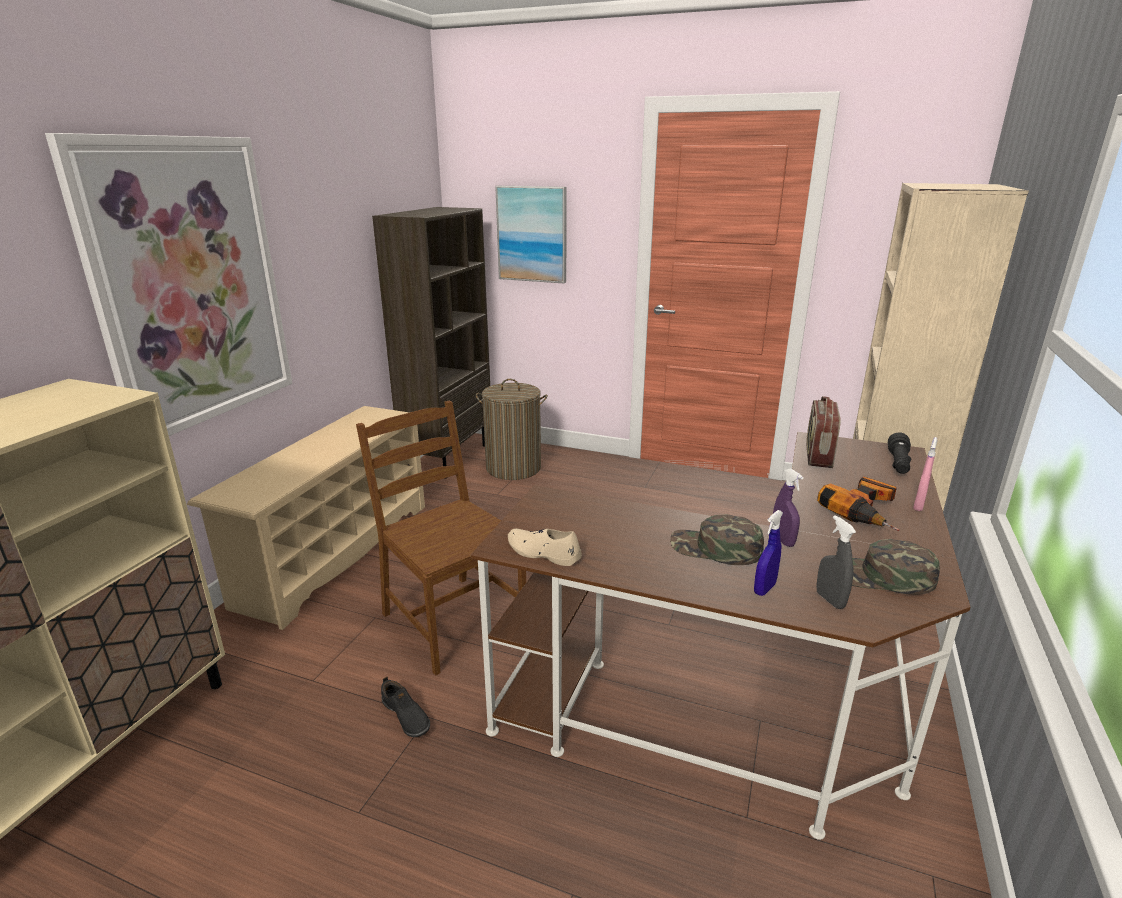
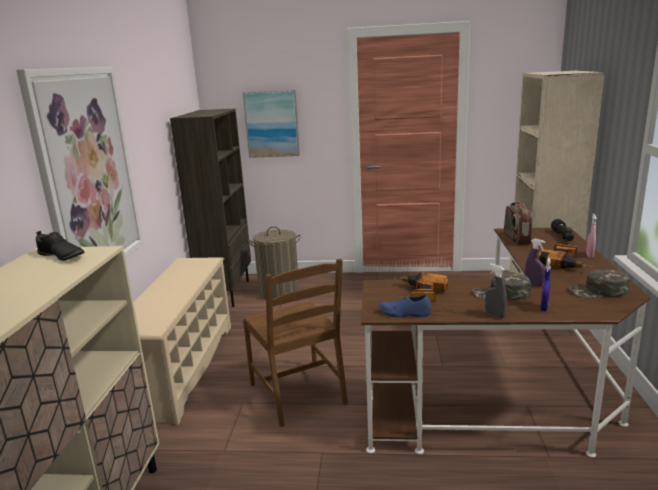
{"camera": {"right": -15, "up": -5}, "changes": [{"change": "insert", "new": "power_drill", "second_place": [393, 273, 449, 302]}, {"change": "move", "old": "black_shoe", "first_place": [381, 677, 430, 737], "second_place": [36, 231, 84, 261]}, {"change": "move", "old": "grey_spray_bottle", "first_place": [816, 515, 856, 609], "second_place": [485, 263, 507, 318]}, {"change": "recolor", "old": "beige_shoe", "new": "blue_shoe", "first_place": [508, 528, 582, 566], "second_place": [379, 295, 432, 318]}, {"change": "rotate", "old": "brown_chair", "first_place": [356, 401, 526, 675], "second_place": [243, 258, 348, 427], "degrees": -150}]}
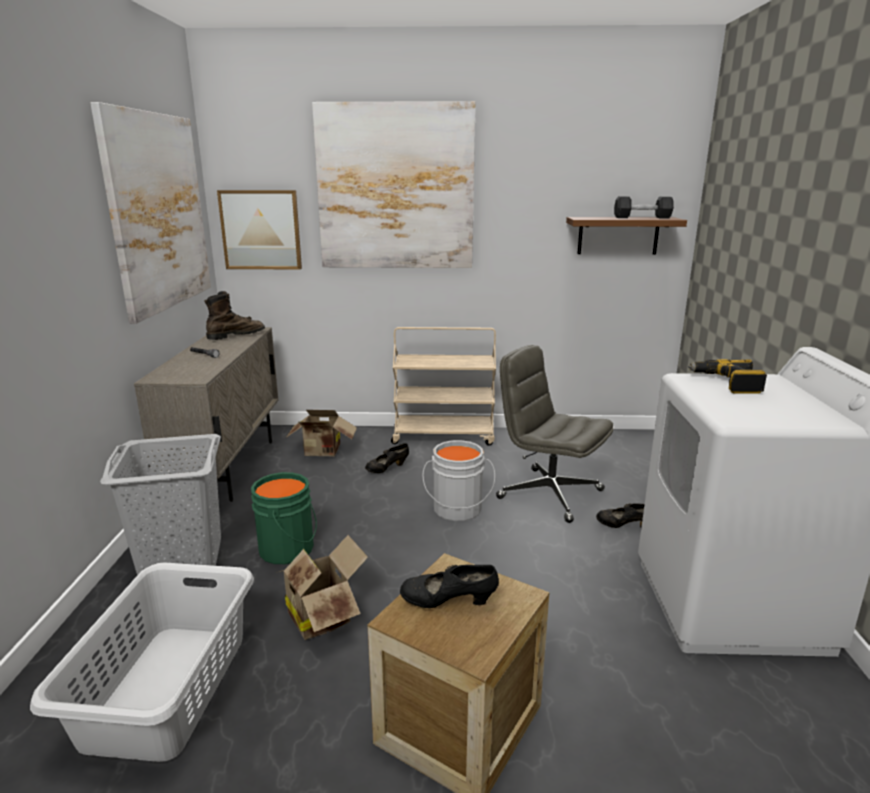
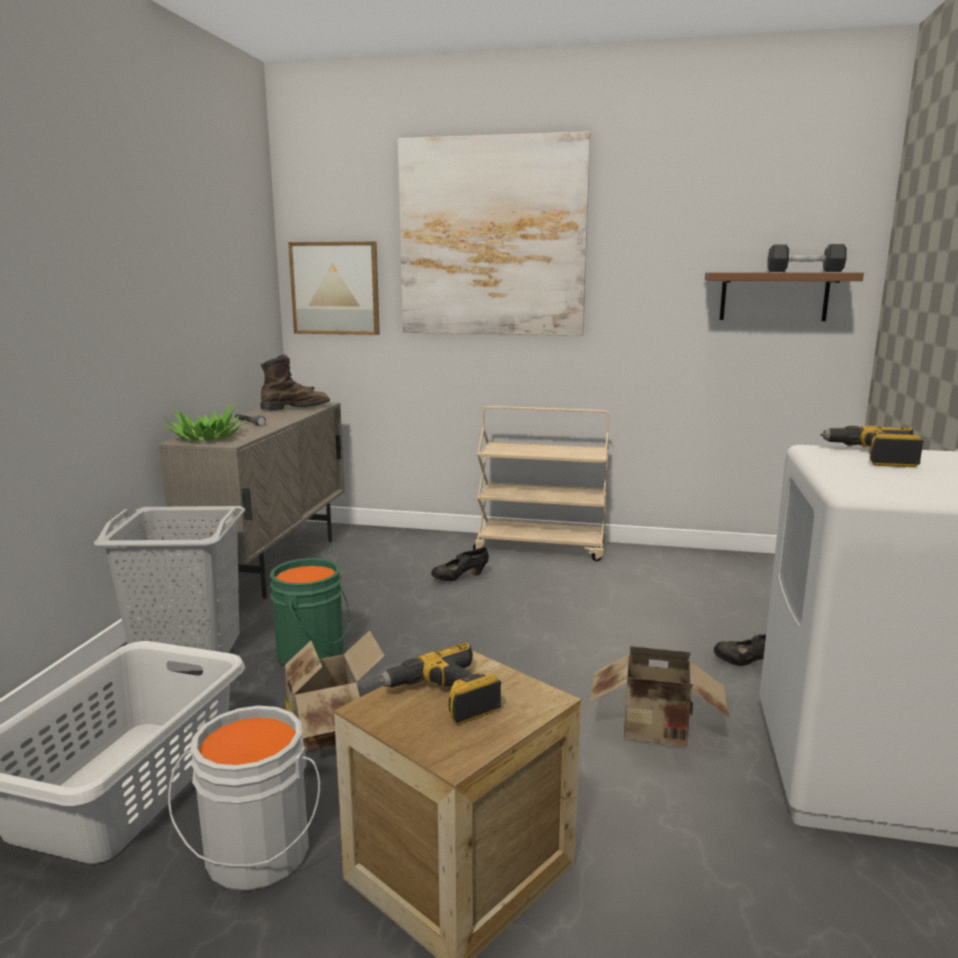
{"camera": {"right": 10, "up": -5}, "changes": [{"change": "delete", "old": "picture", "first_place": [90, 102, 211, 324]}, {"change": "delete", "old": "grey_office_chair", "first_place": [496, 345, 613, 523]}, {"change": "insert", "new": "potted_plant", "second_place": [164, 403, 246, 441]}, {"change": "move", "old": "cardboard_box", "first_place": [287, 410, 357, 456], "second_place": [590, 646, 729, 748]}, {"change": "move", "old": "grey_bucket", "first_place": [423, 440, 495, 521], "second_place": [168, 706, 320, 891]}, {"change": "replace", "old": "black_shoe", "new": "power_drill", "first_place": [400, 565, 499, 608], "second_place": [378, 642, 501, 724]}]}
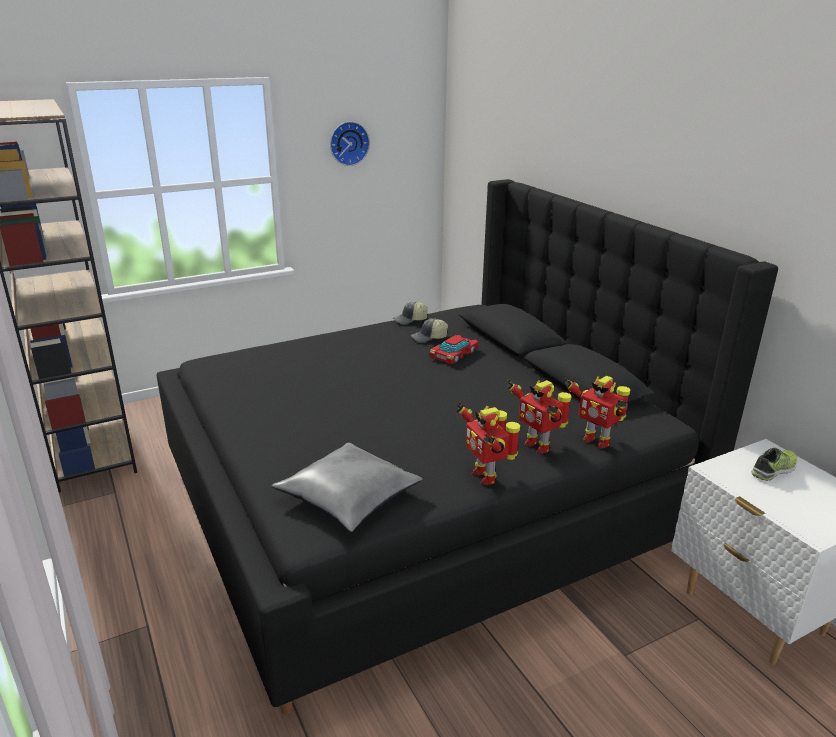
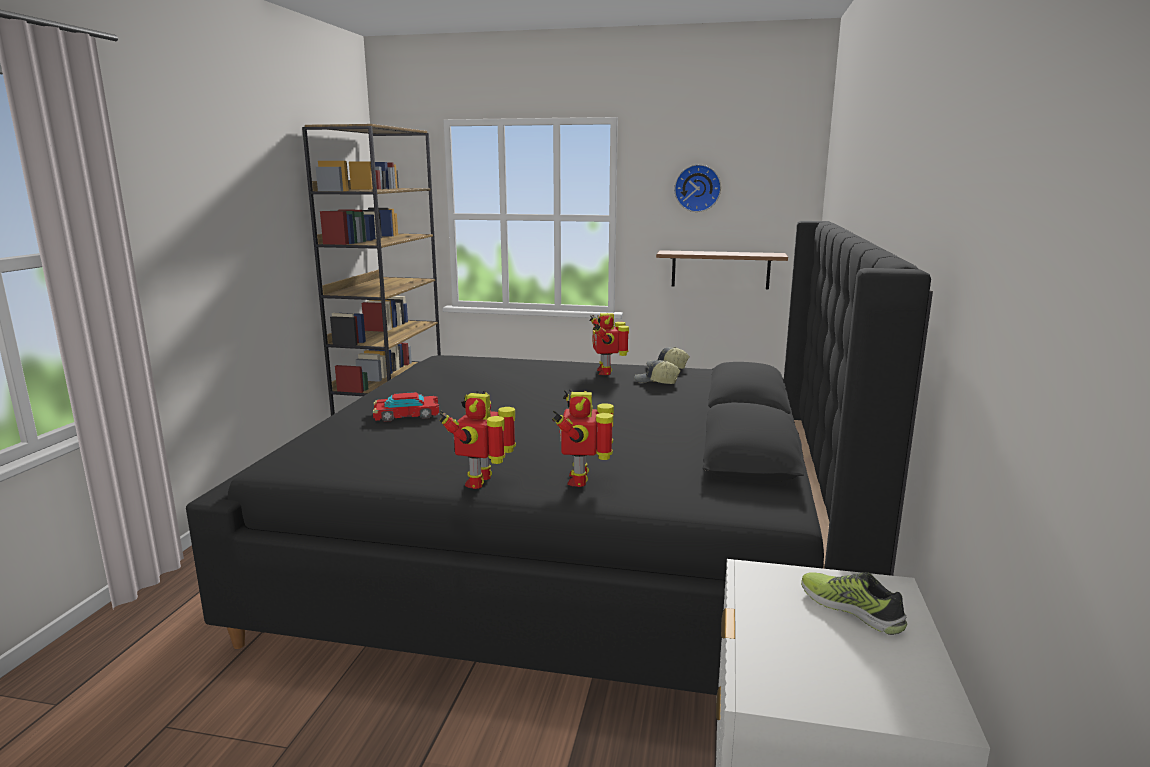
{"camera": {"right": 40, "up": -10}, "changes": [{"change": "delete", "old": "grey_pillow", "first_place": [272, 443, 423, 532]}, {"change": "insert", "new": "brown_shelf", "second_place": [656, 250, 788, 289]}, {"change": "move", "old": "toy_car", "first_place": [429, 335, 479, 364], "second_place": [373, 392, 440, 422]}, {"change": "move", "old": "toy_robot", "first_place": [565, 376, 630, 449], "second_place": [589, 313, 629, 375]}, {"change": "rotate", "old": "shoe", "first_place": [752, 448, 797, 481], "second_place": [801, 572, 907, 635], "degrees": -135}]}
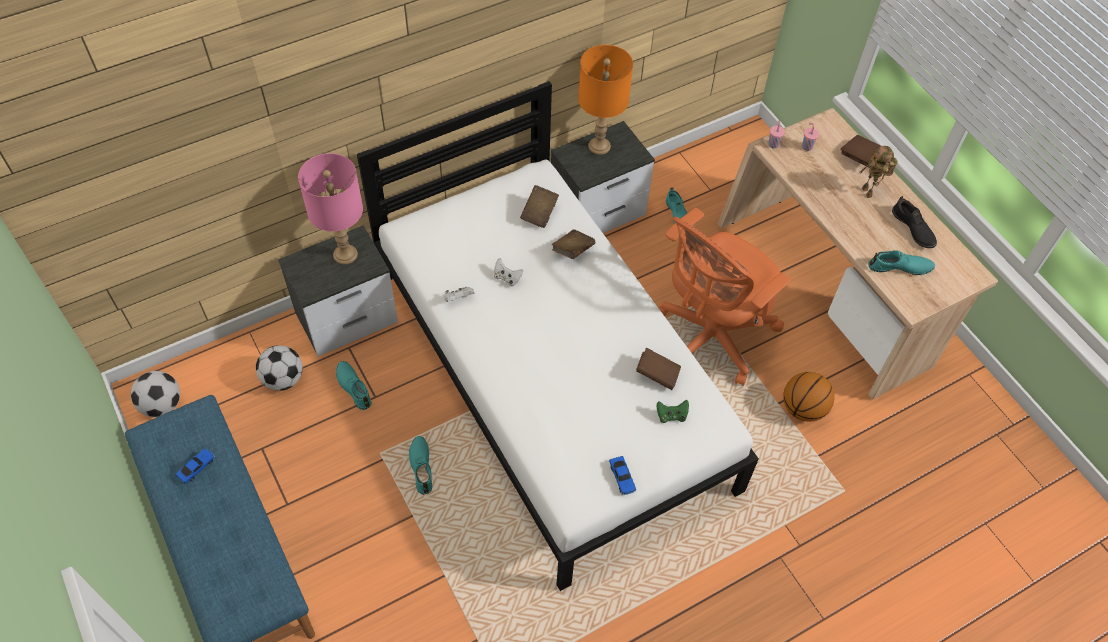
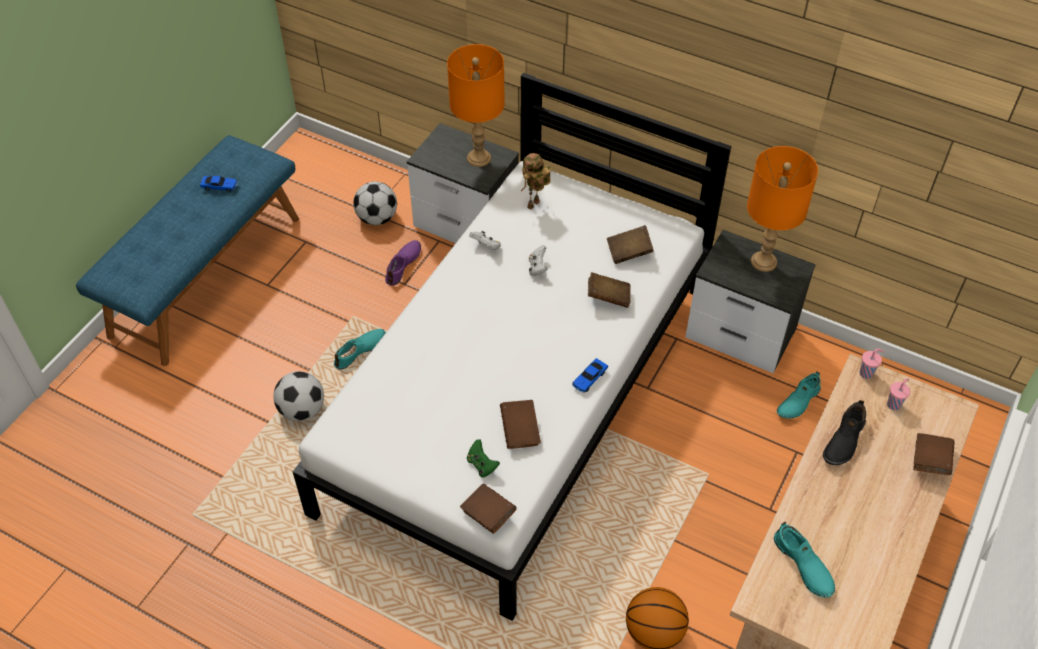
{"camera": {"right": 60, "up": -5}, "changes": [{"change": "delete", "old": "orange_office_chair", "first_place": [658, 208, 791, 386]}, {"change": "insert", "new": "brown_book", "second_place": [460, 484, 517, 534]}, {"change": "move", "old": "football", "first_place": [131, 371, 180, 417], "second_place": [273, 371, 324, 421]}, {"change": "move", "old": "toy_car", "first_place": [609, 456, 636, 495], "second_place": [572, 358, 608, 393]}, {"change": "move", "old": "toy_robot", "first_place": [859, 146, 898, 198], "second_place": [521, 153, 551, 210]}, {"change": "move", "old": "black_shoe", "first_place": [892, 196, 937, 248], "second_place": [823, 400, 866, 465]}, {"change": "recolor", "old": "pink_table_lamp", "new": "orange_table_lamp", "first_place": [298, 153, 363, 264], "second_place": [447, 44, 505, 167]}, {"change": "recolor", "old": "turquoise_shoe", "new": "purple_shoe", "first_place": [336, 361, 371, 410], "second_place": [385, 240, 421, 286]}]}
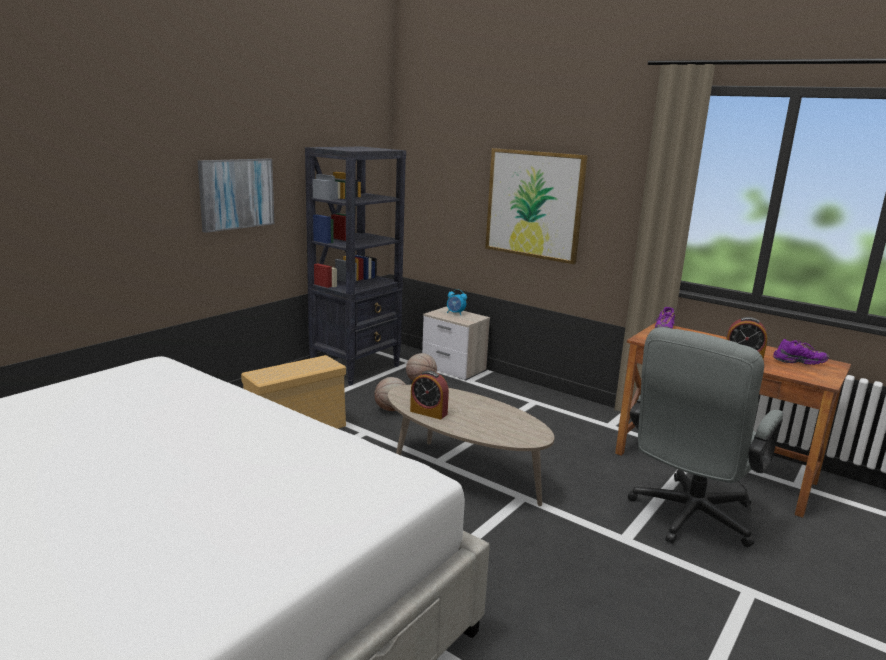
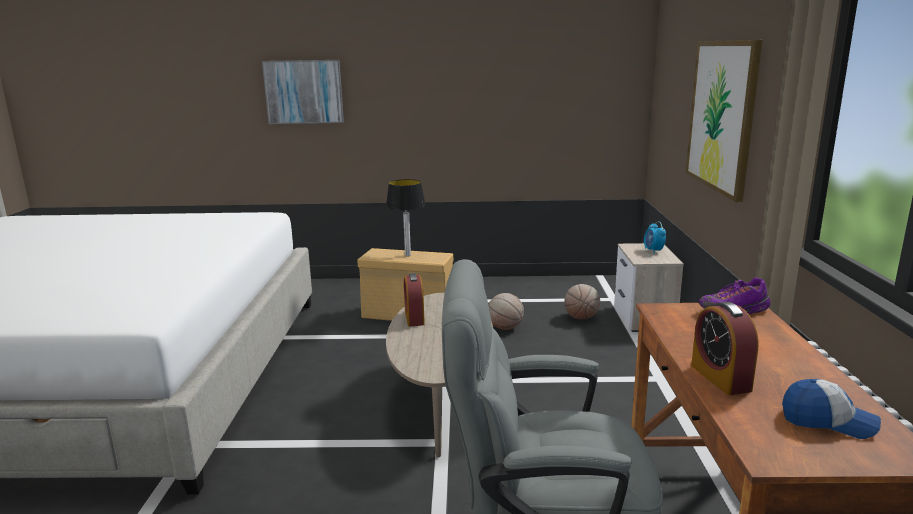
{"camera": {"right": 55, "up": 0}, "changes": [{"change": "delete", "old": "black_bookcase", "first_place": [305, 147, 406, 386]}, {"change": "insert", "new": "table_lamp", "second_place": [386, 179, 426, 257]}, {"change": "move", "old": "picture", "first_place": [198, 159, 274, 233], "second_place": [262, 60, 344, 124]}, {"change": "replace", "old": "purple_shoe", "new": "cap", "first_place": [773, 339, 829, 365], "second_place": [782, 379, 881, 439]}]}
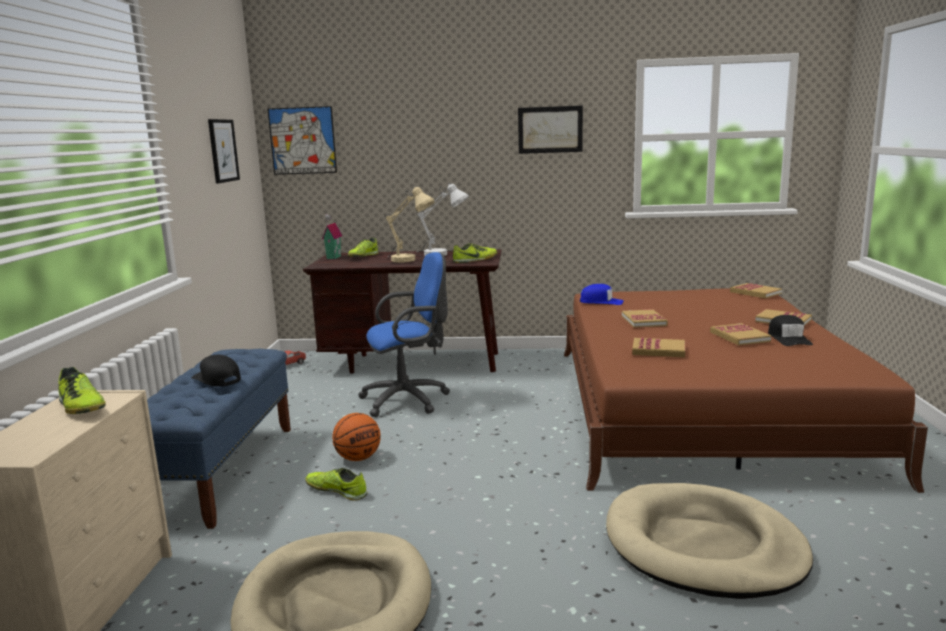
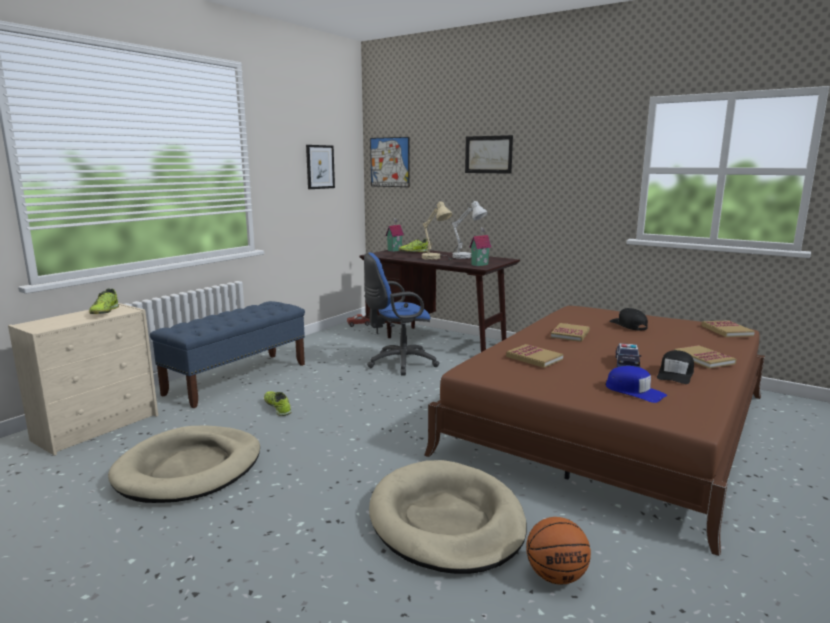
{"camera": {"right": 30, "up": 0}, "changes": [{"change": "move", "old": "black_cap", "first_place": [191, 355, 241, 387], "second_place": [609, 308, 648, 330]}, {"change": "move", "old": "basketball", "first_place": [332, 413, 381, 461], "second_place": [526, 517, 591, 585]}, {"change": "move", "old": "picture", "first_place": [518, 106, 583, 154], "second_place": [465, 135, 513, 174]}, {"change": "move", "old": "blue_cap", "first_place": [580, 284, 624, 305], "second_place": [606, 366, 667, 403]}, {"change": "replace", "old": "shoe", "new": "toy_house", "first_place": [453, 243, 497, 263], "second_place": [469, 227, 491, 266]}, {"change": "replace", "old": "book", "new": "toy_car", "first_place": [710, 323, 771, 345], "second_place": [616, 343, 641, 367]}, {"change": "rotate", "old": "blue_office_chair", "first_place": [358, 252, 450, 417], "second_place": [364, 253, 440, 376], "degrees": 150}]}
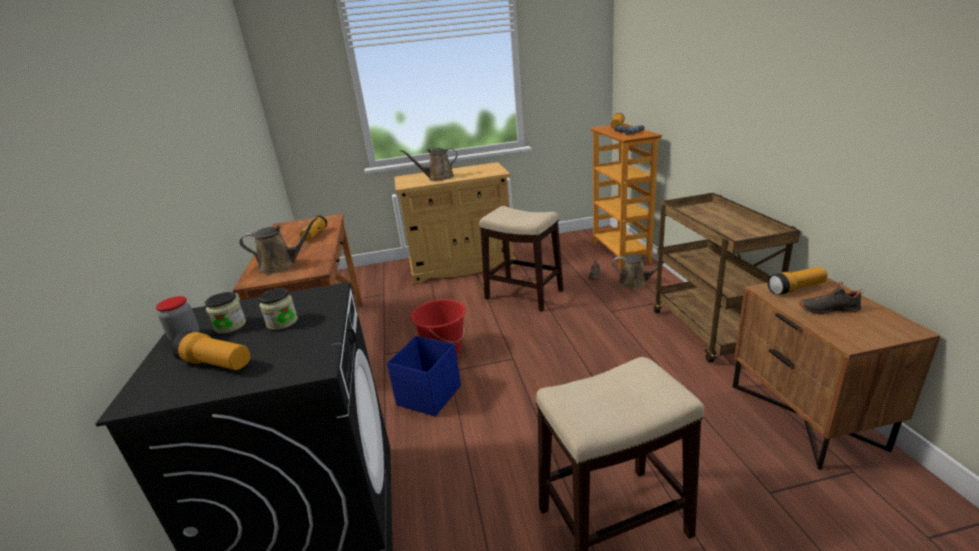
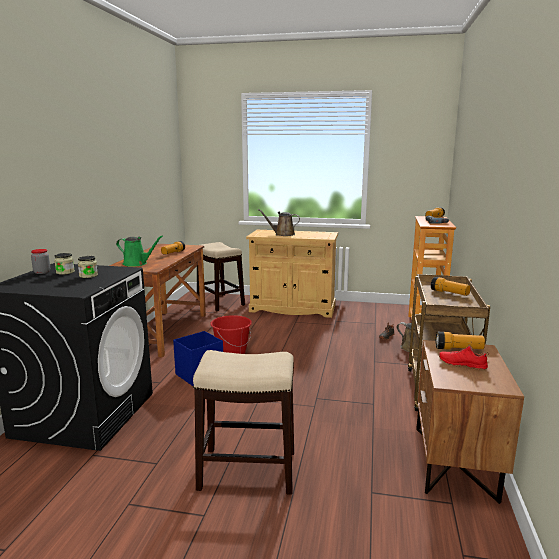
{"camera": {"right": 20, "up": -10}, "changes": [{"change": "move", "old": "flashlight", "first_place": [172, 331, 250, 370], "second_place": [431, 277, 471, 296]}, {"change": "move", "old": "stool", "first_place": [479, 206, 564, 312], "second_place": [197, 242, 245, 311]}, {"change": "recolor", "old": "brown_watering_can", "new": "green_watering_can", "first_place": [240, 217, 318, 274], "second_place": [116, 235, 163, 267]}, {"change": "recolor", "old": "black_shoe", "new": "red_shoe", "first_place": [799, 281, 865, 315], "second_place": [439, 342, 490, 370]}]}
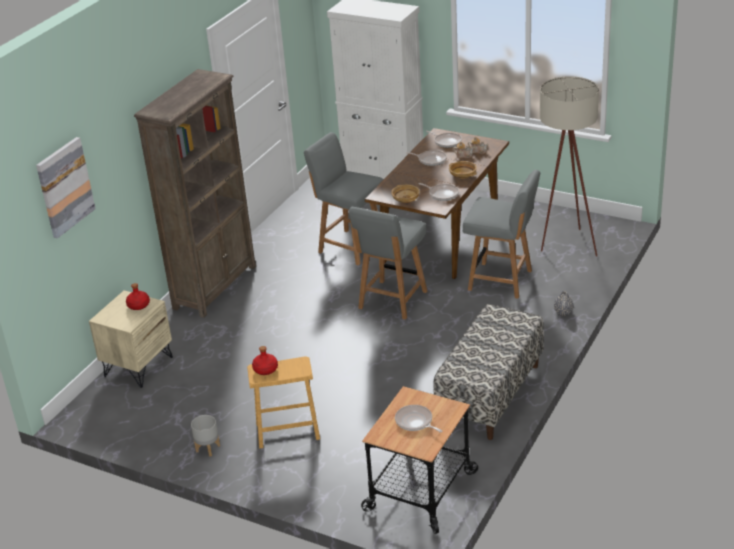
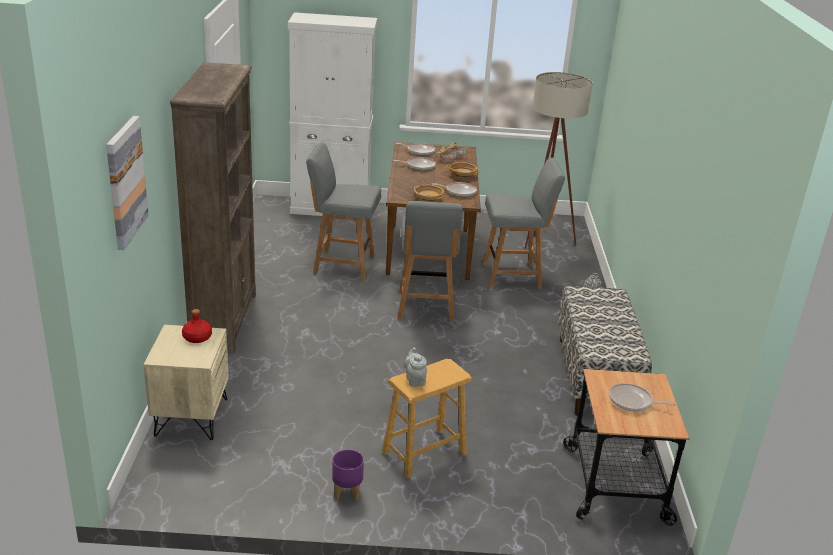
{"camera": {"right": -30, "up": -5}, "changes": [{"change": "replace", "old": "red_bottle", "new": "grey_teapot", "first_place": [252, 346, 278, 375], "second_place": [404, 347, 427, 386]}, {"change": "recolor", "old": "grey_planter", "new": "purple_planter", "first_place": [191, 415, 220, 457], "second_place": [332, 449, 364, 501]}]}
